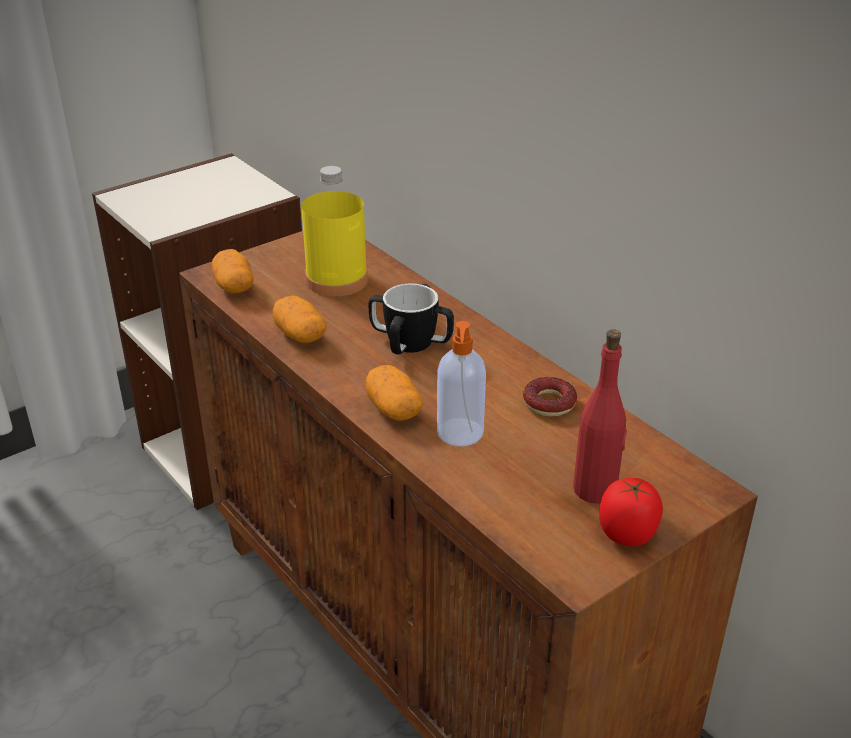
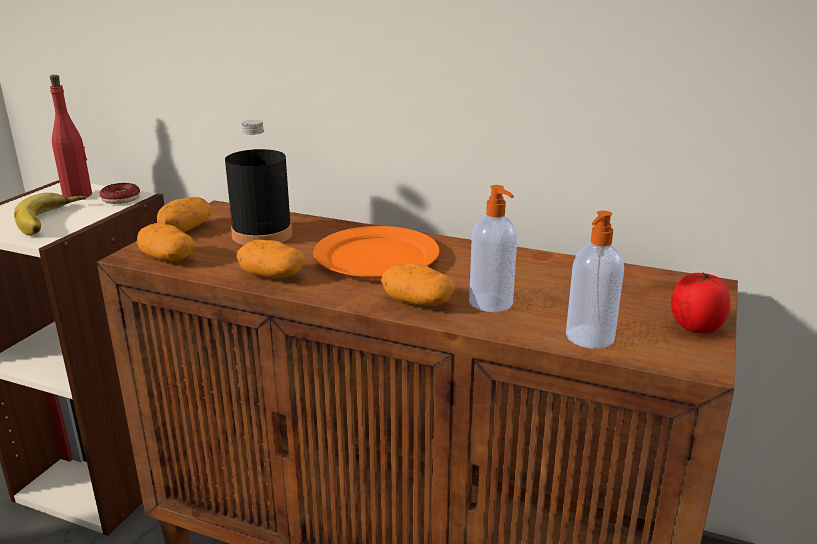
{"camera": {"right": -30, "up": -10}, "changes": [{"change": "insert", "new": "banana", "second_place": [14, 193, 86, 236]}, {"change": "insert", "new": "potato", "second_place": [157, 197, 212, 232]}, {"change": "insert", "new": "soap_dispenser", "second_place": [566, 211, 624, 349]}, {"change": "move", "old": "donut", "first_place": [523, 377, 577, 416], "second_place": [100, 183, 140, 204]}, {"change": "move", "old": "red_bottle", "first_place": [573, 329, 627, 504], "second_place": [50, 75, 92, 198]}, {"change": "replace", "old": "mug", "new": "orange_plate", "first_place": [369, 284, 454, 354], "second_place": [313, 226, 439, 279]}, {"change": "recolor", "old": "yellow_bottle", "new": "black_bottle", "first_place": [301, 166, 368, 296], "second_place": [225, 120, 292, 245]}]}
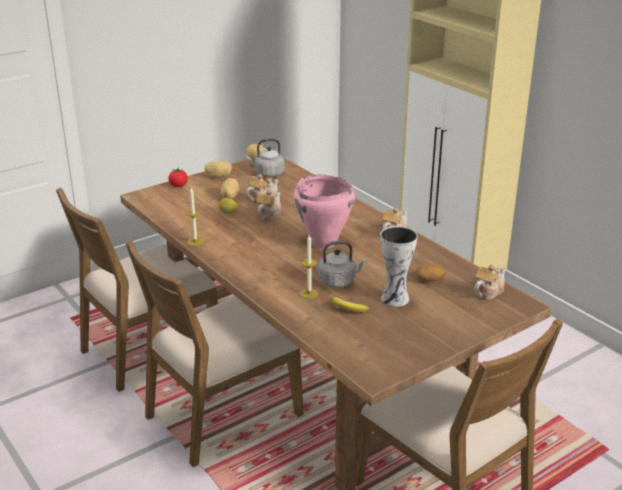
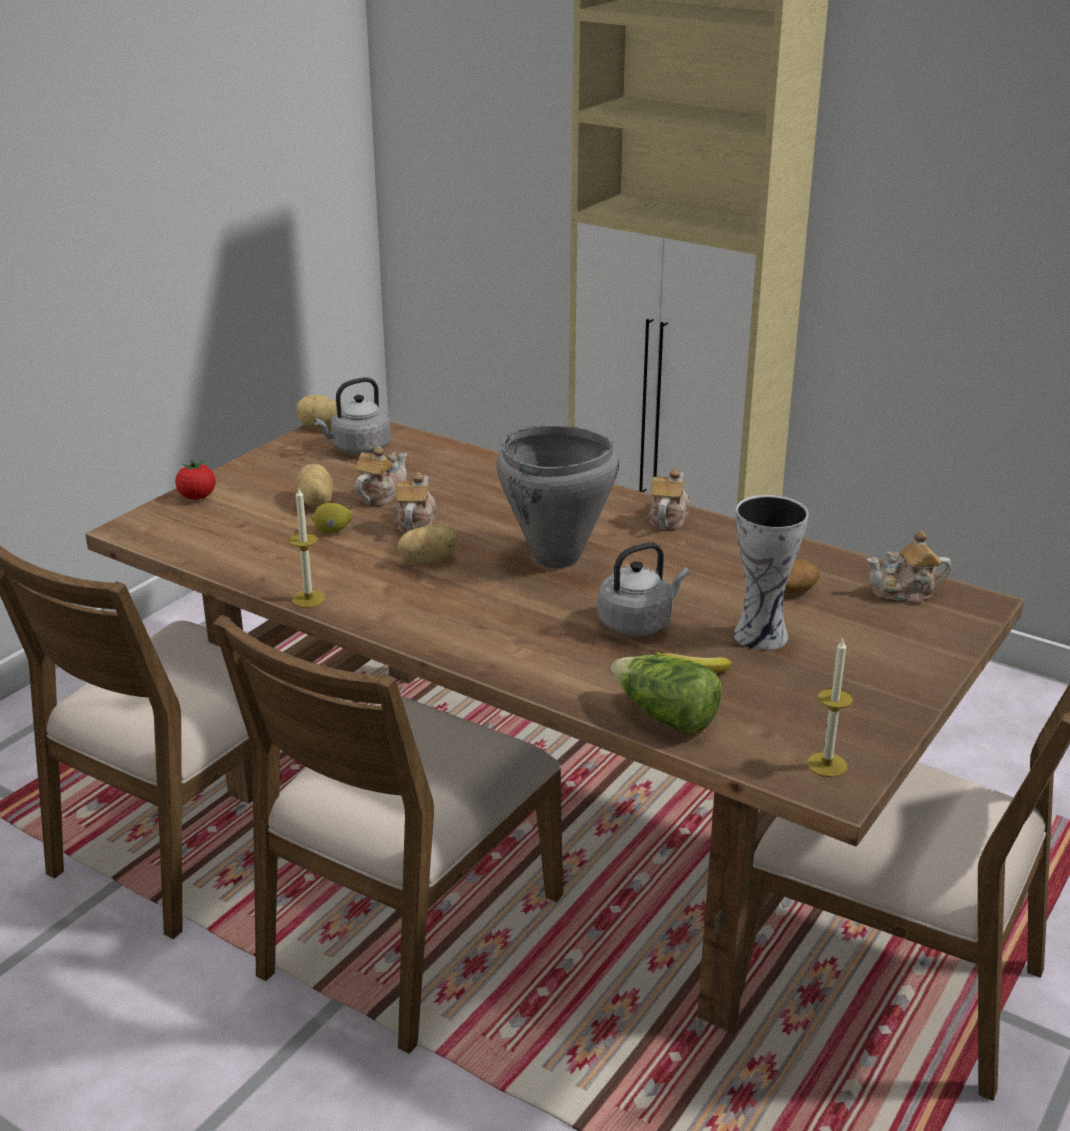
{"camera": {"right": -20, "up": 0}, "changes": [{"change": "insert", "new": "lettuce", "second_place": [611, 655, 722, 735]}, {"change": "move", "old": "potato", "first_place": [204, 161, 232, 178], "second_place": [397, 524, 458, 564]}, {"change": "move", "old": "candle", "first_place": [300, 235, 318, 299], "second_place": [807, 638, 853, 777]}, {"change": "recolor", "old": "pink_cooking_pot", "new": "grey_cooking_pot", "first_place": [294, 175, 355, 249], "second_place": [496, 425, 619, 568]}, {"change": "rotate", "old": "teapot", "first_place": [474, 265, 506, 300], "second_place": [866, 530, 952, 604], "degrees": -120}]}
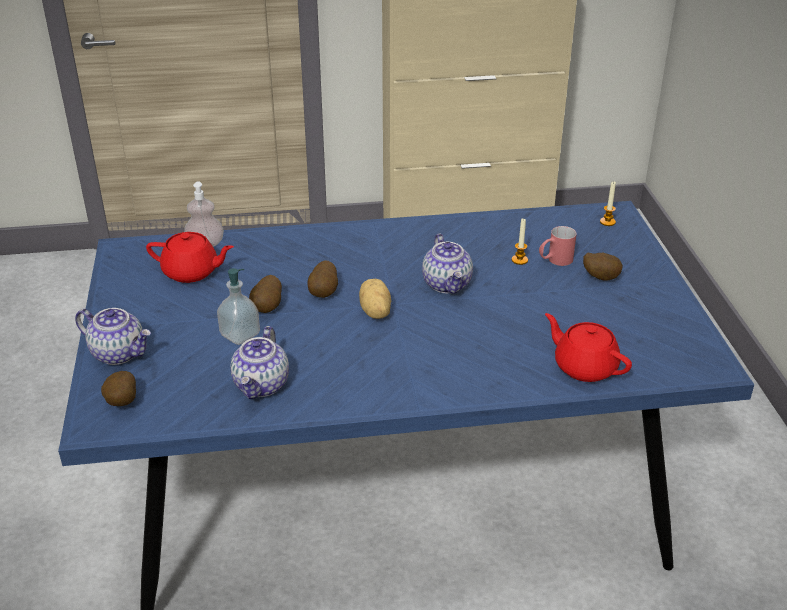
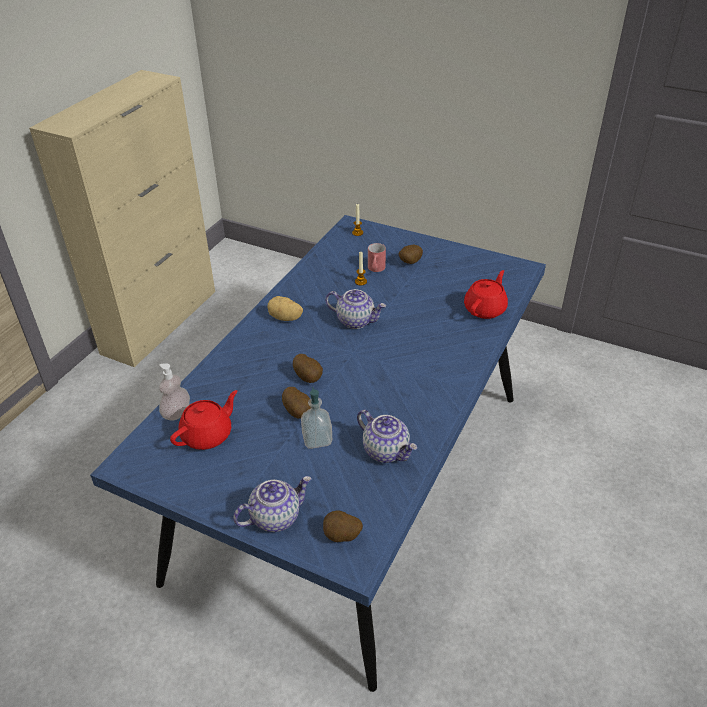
{"camera": {"right": -55, "up": 5}, "changes": [{"change": "move", "old": "potato", "first_place": [359, 279, 391, 319], "second_place": [267, 296, 303, 321]}, {"change": "rotate", "old": "red_teapot", "first_place": [545, 313, 632, 382], "second_place": [464, 270, 508, 319], "degrees": 135}]}
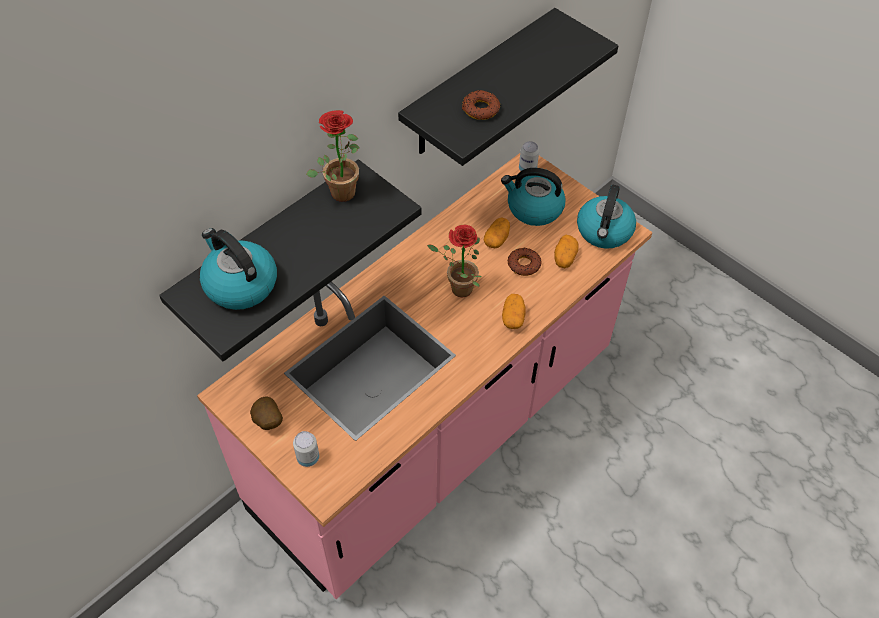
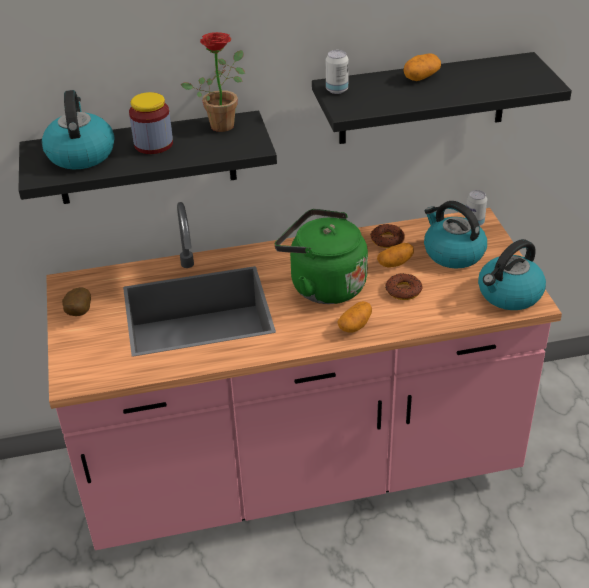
{"camera": {"right": 35, "up": -15}, "changes": [{"change": "insert", "new": "jar", "second_place": [129, 92, 173, 154]}, {"change": "move", "old": "can", "first_place": [293, 431, 319, 467], "second_place": [326, 50, 349, 94]}, {"change": "move", "old": "donut", "first_place": [462, 90, 500, 120], "second_place": [371, 224, 405, 248]}, {"change": "move", "old": "potato", "first_place": [554, 235, 579, 268], "second_place": [403, 54, 441, 81]}, {"change": "replace", "old": "potted_plant", "new": "green_kettle", "first_place": [427, 224, 482, 297], "second_place": [275, 209, 368, 304]}]}
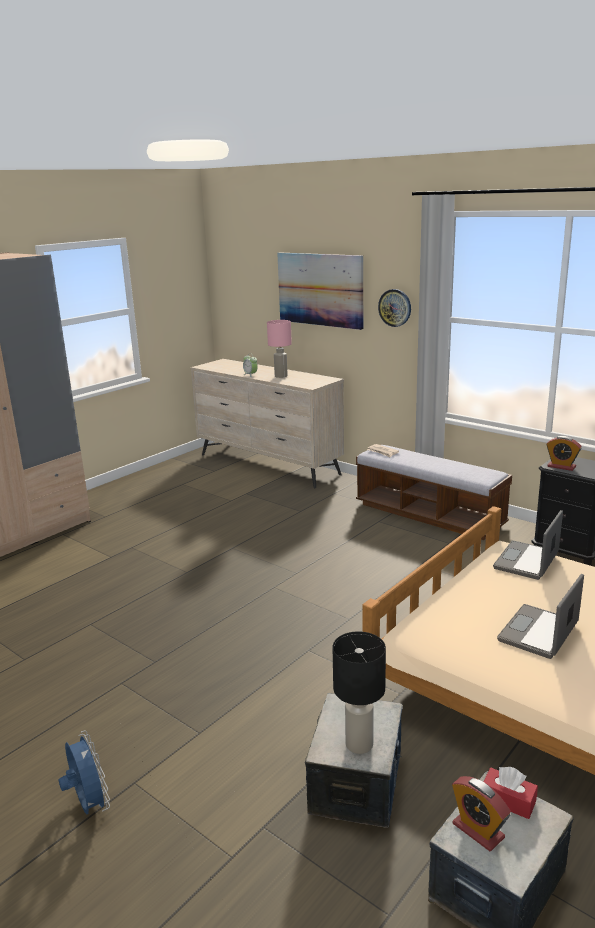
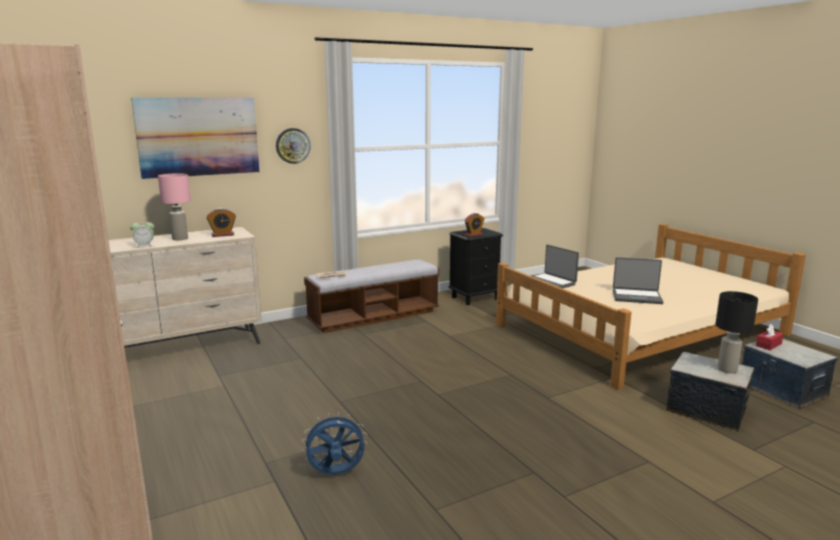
{"camera": {"right": -70, "up": -5}, "changes": [{"change": "move", "old": "blue_fan", "first_place": [59, 730, 110, 814], "second_place": [302, 412, 367, 475]}, {"change": "move", "old": "alarm_clock", "first_place": [452, 776, 511, 851], "second_place": [206, 208, 236, 237]}, {"change": "rotate", "old": "laptop", "first_place": [497, 574, 584, 659], "second_place": [613, 257, 663, 304], "degrees": -45}]}
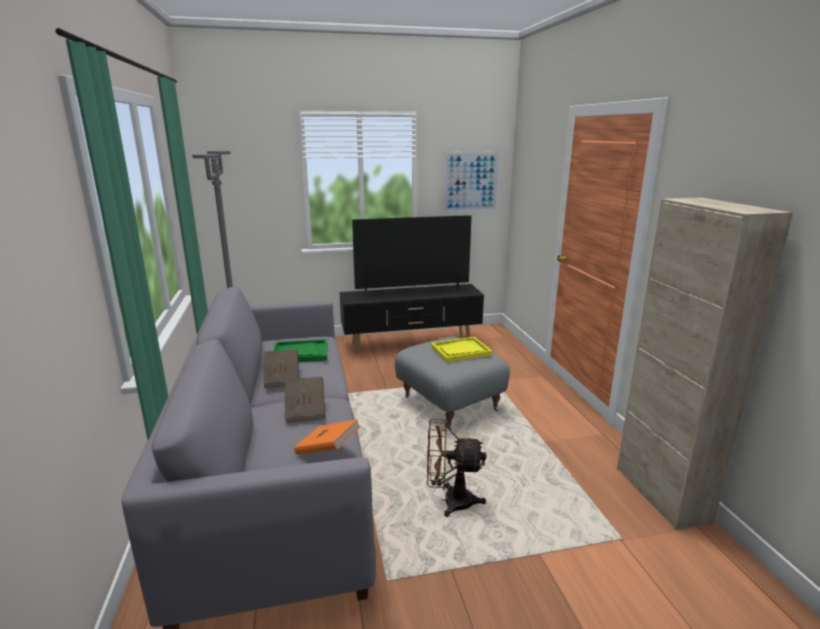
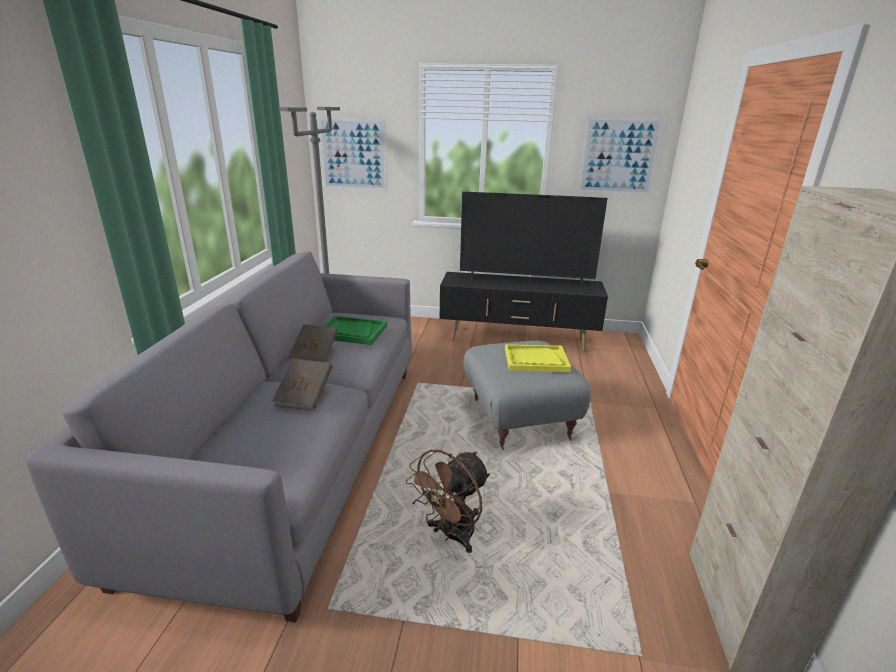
{"camera": {"right": 20, "up": 5}, "changes": [{"change": "delete", "old": "orange_book", "first_place": [294, 419, 361, 455]}, {"change": "insert", "new": "picture", "second_place": [319, 118, 387, 191]}, {"change": "rotate", "old": "brown_fan", "first_place": [427, 419, 486, 517], "second_place": [406, 450, 490, 553], "degrees": -75}]}
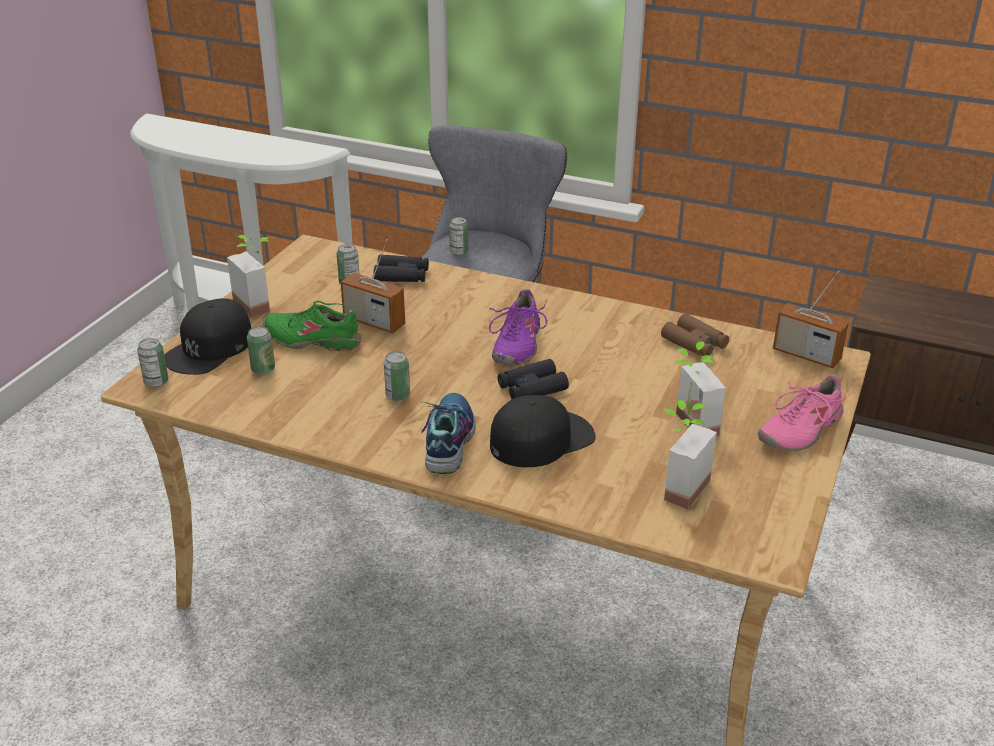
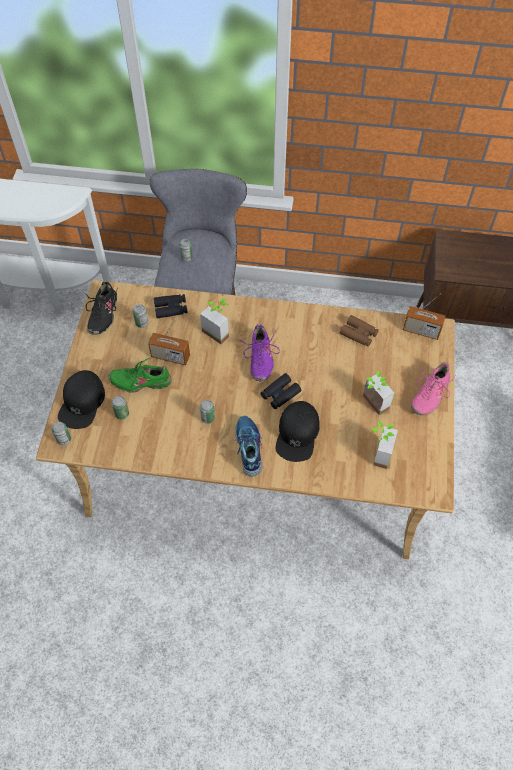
{"camera": {"right": -15, "up": 25}, "changes": [{"change": "insert", "new": "black_shoe", "second_place": [86, 281, 117, 335]}, {"change": "move", "old": "potted_plant", "first_place": [227, 235, 270, 317], "second_place": [200, 298, 229, 344]}, {"change": "rotate", "old": "black_cap", "first_place": [490, 395, 596, 467], "second_place": [276, 401, 320, 462], "degrees": 150}]}
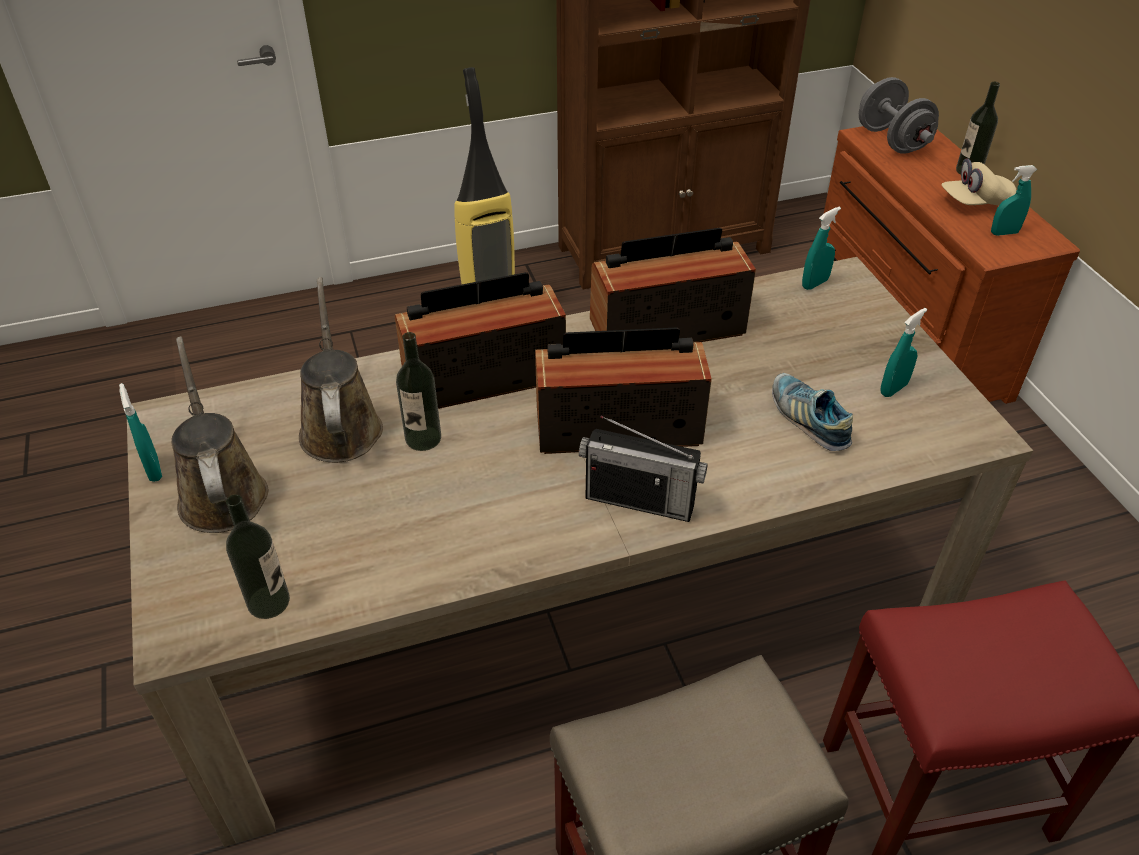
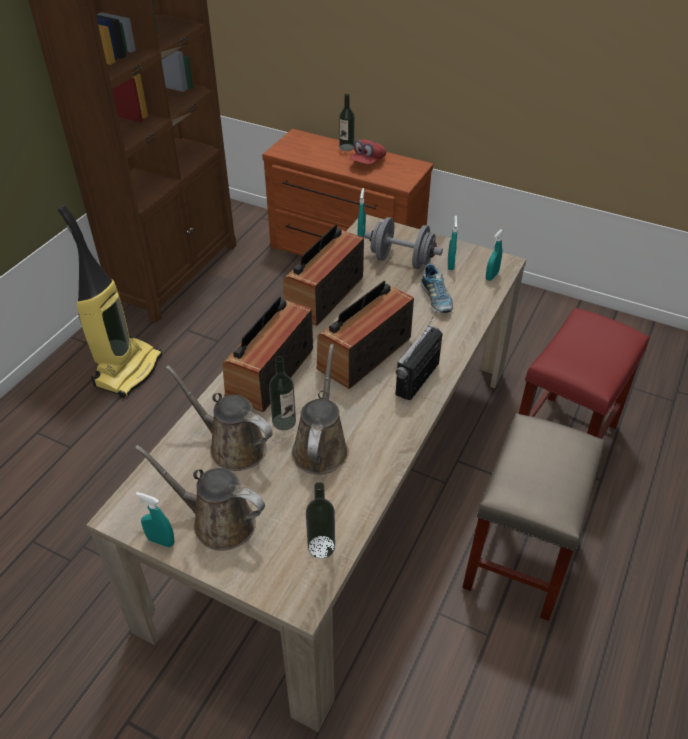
{"camera": {"right": -45, "up": 0}, "changes": [{"change": "insert", "new": "brown_watering_can", "second_place": [292, 344, 349, 475]}, {"change": "move", "old": "grey_dumbbell", "first_place": [859, 77, 939, 154], "second_place": [364, 217, 443, 269]}, {"change": "move", "old": "turquoise_spray_bottle", "first_place": [991, 165, 1037, 236], "second_place": [486, 229, 504, 281]}, {"change": "recolor", "old": "beige_cap", "new": "red_cap", "first_place": [942, 158, 1016, 205], "second_place": [350, 139, 386, 164]}, {"change": "rotate", "old": "radio", "first_place": [579, 415, 708, 522], "second_place": [395, 317, 443, 400], "degrees": 150}, {"change": "rotate", "old": "shoe", "first_place": [772, 373, 853, 451], "second_place": [421, 264, 453, 313], "degrees": -120}]}
